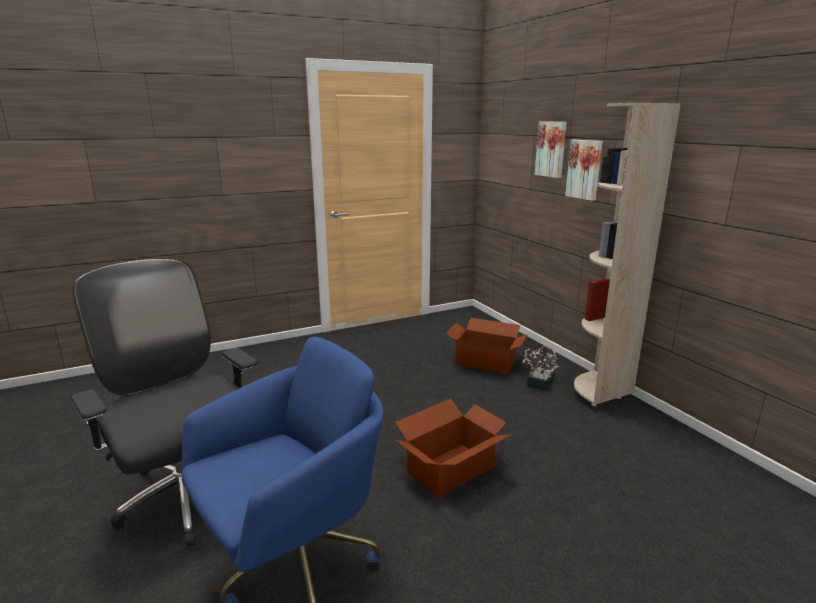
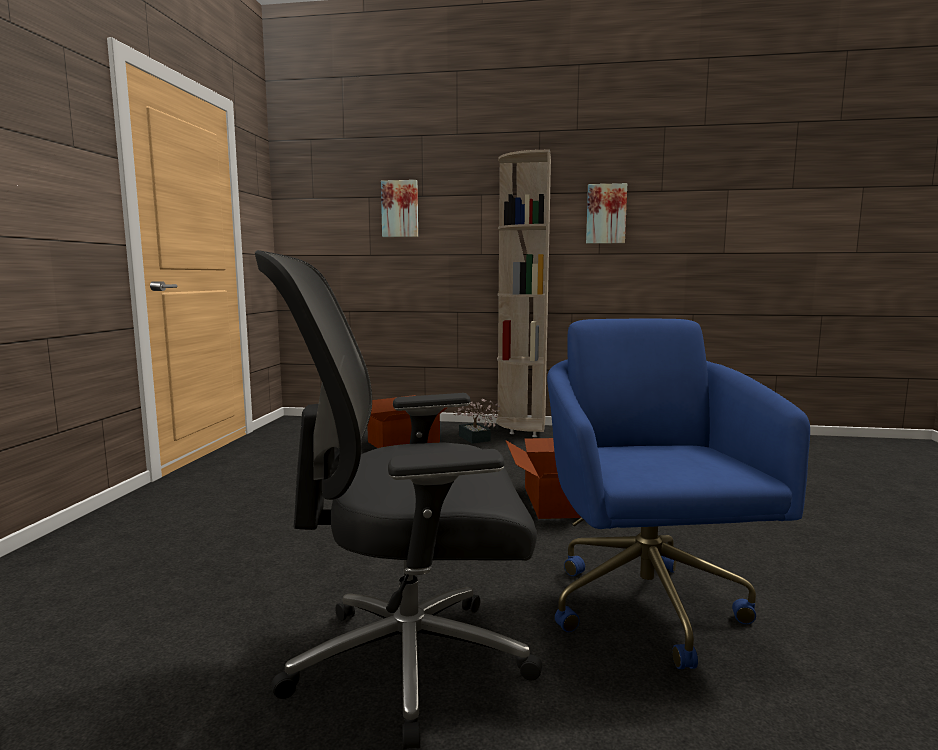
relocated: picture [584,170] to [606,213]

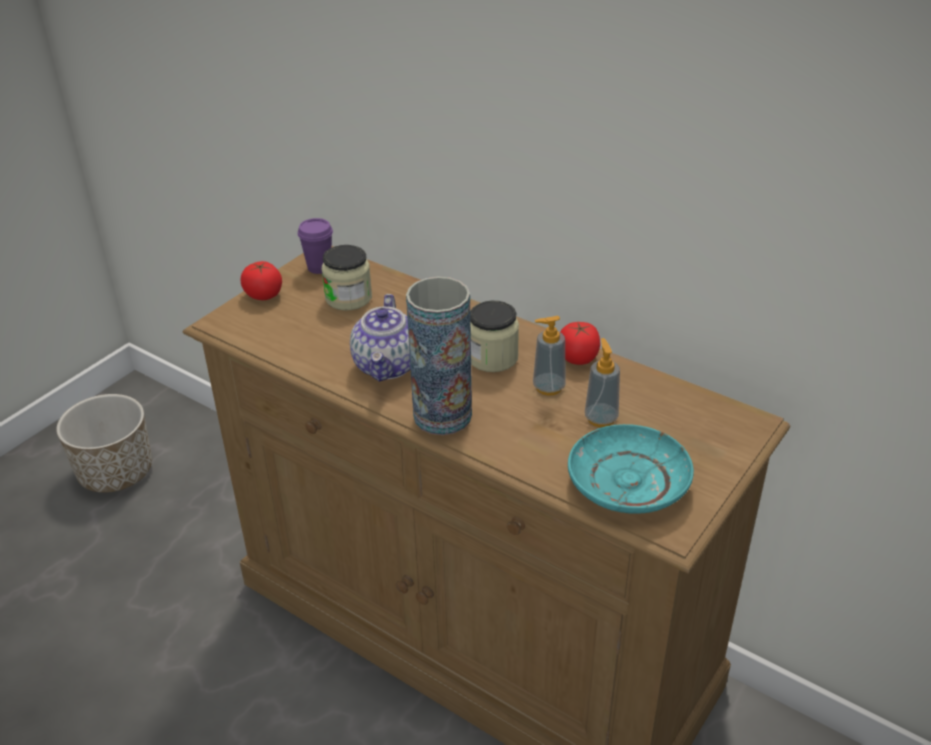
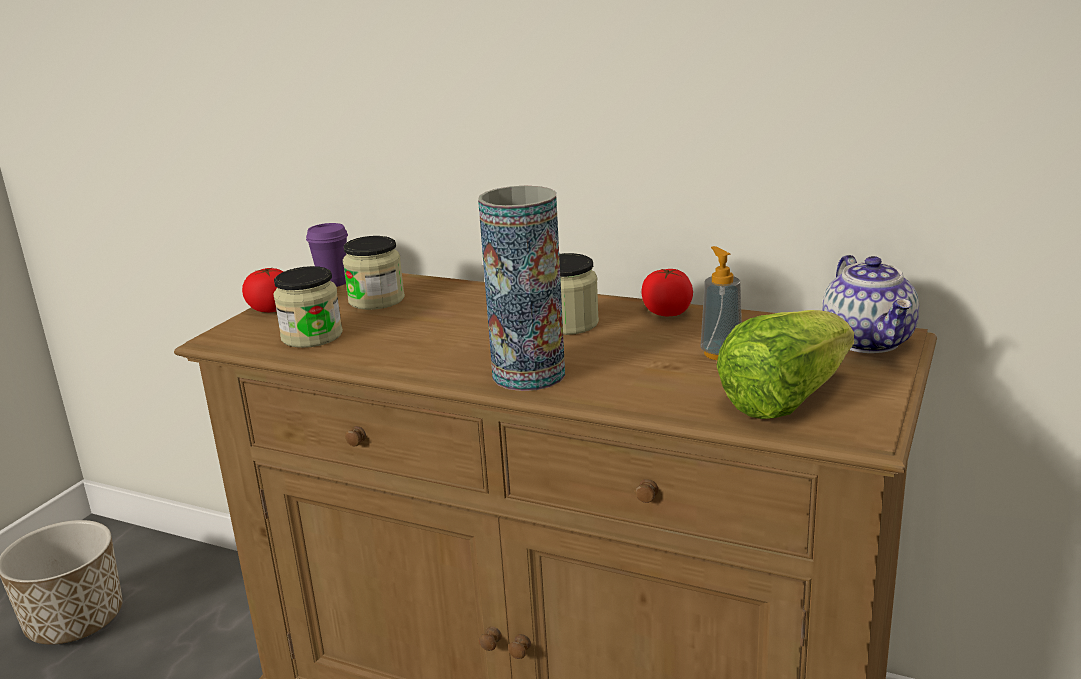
missing: soap dispenser [549,355]
appeared: jar [308,307]
relocated: teapot [380,338] to [870,304]
exchanged: turquoise plate [631,469] to lettuce [785,364]

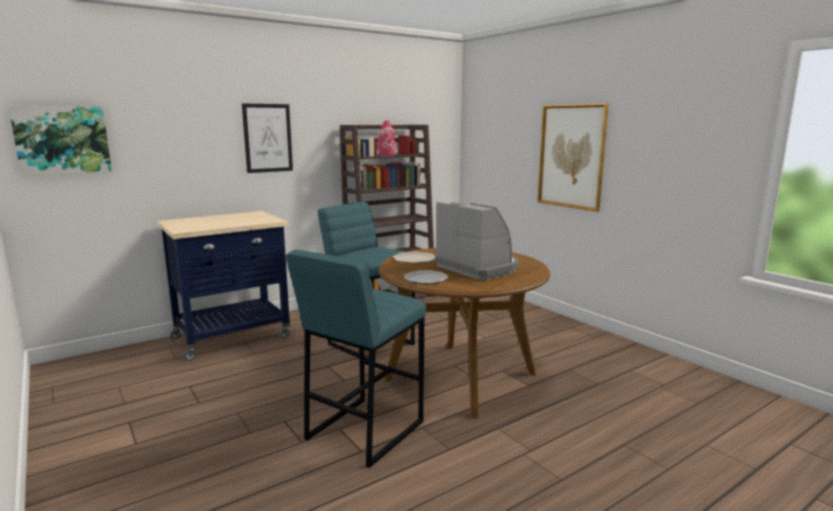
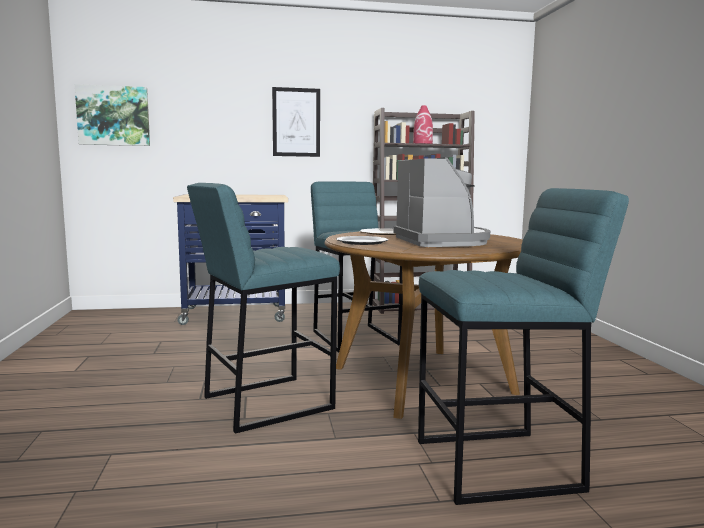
missing: picture [573,157]
appeared: turquoise stool [523,346]

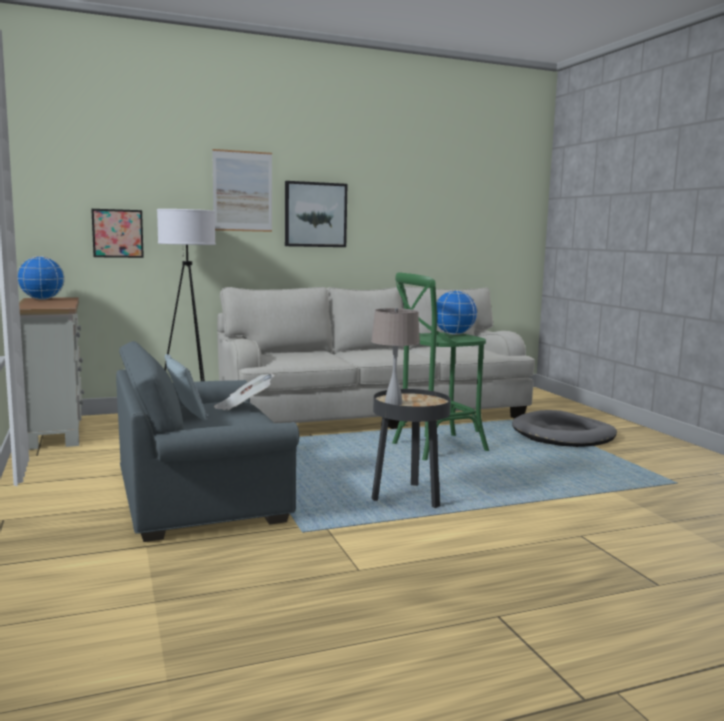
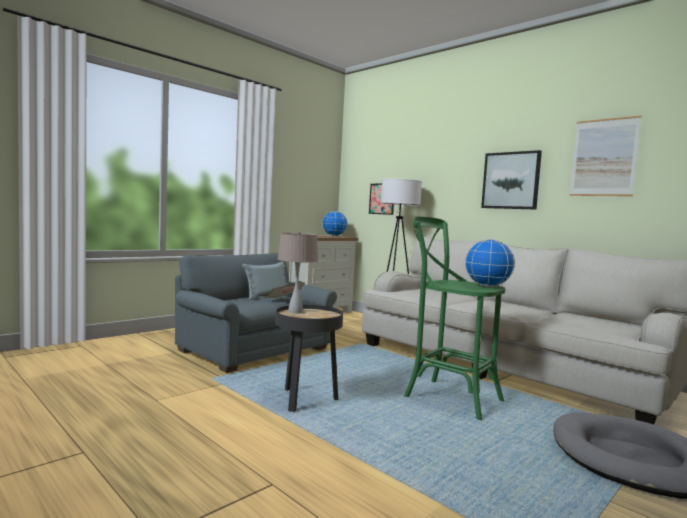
relocated: picture [242,190] to [605,156]

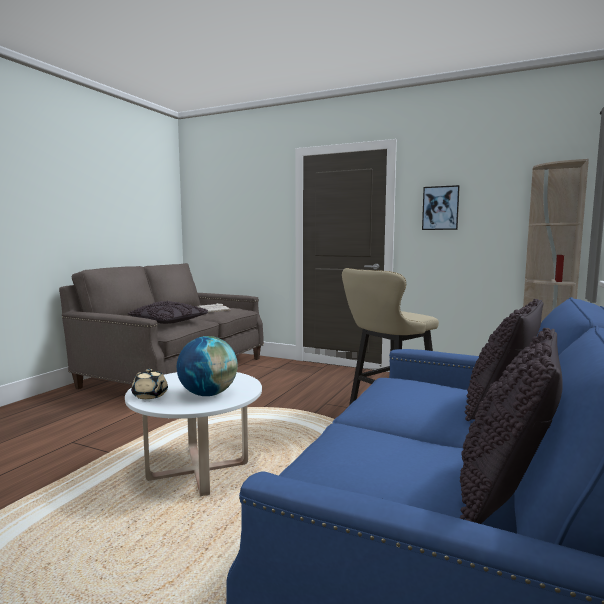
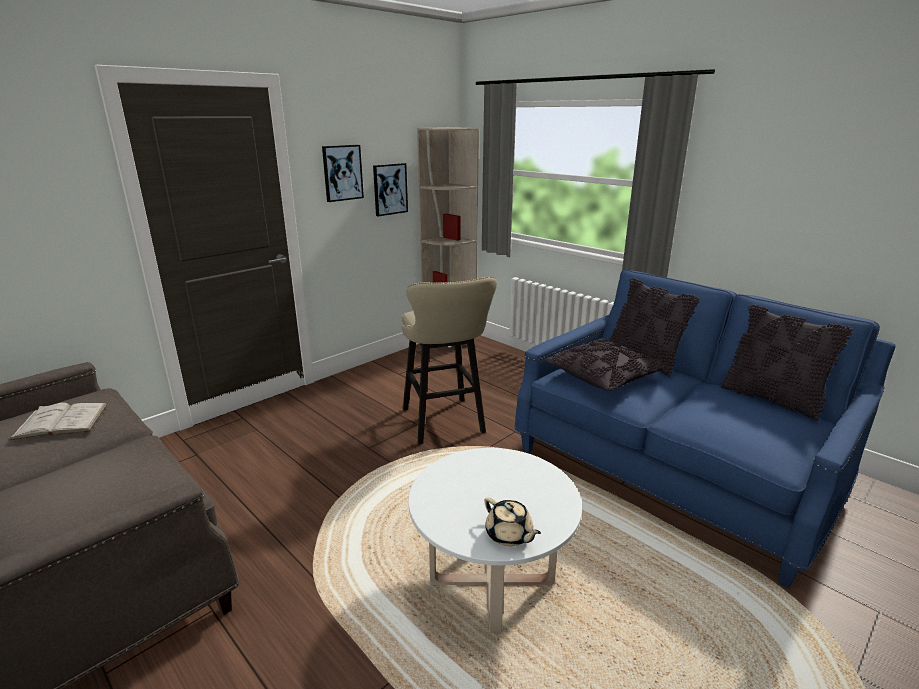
missing: globe [207,366]
appeared: picture [390,189]
relocated: black pillow [168,312] to [605,364]
spun: beige teapot [149,384] = [512,521] 75 degrees clockwise

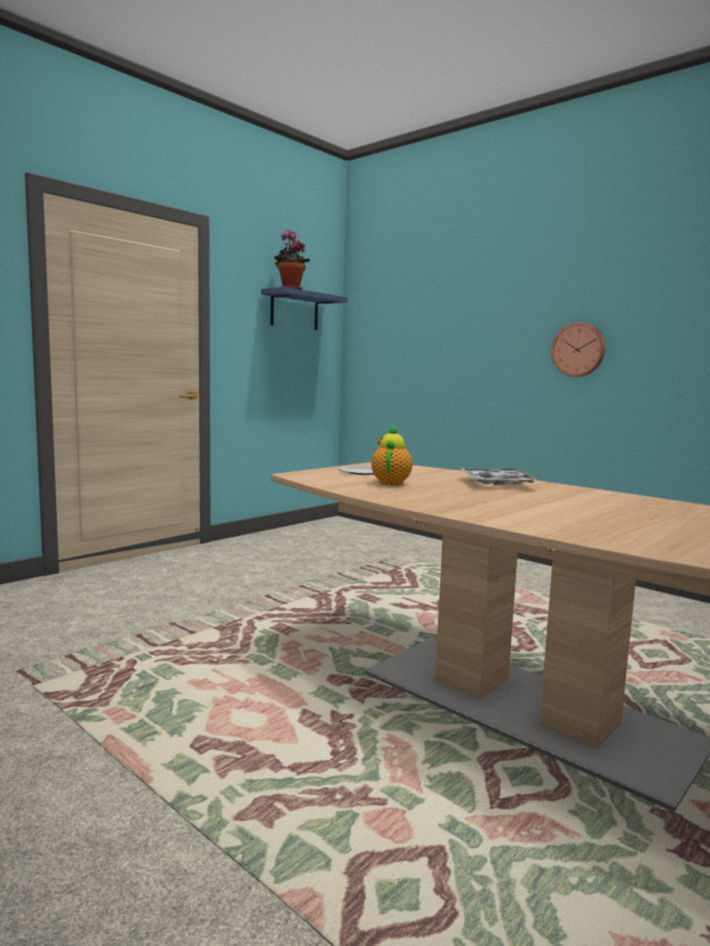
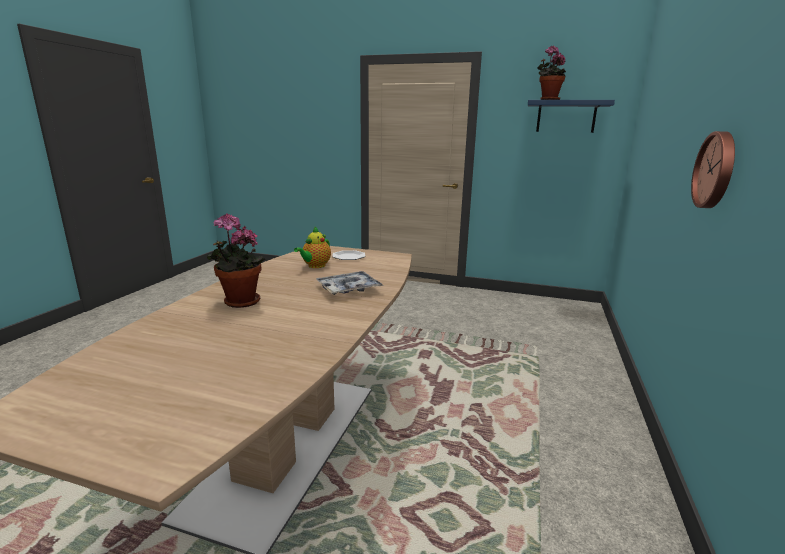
appeared: potted plant [236,260]
spun: teapot [392,455] = [312,247] 135 degrees clockwise

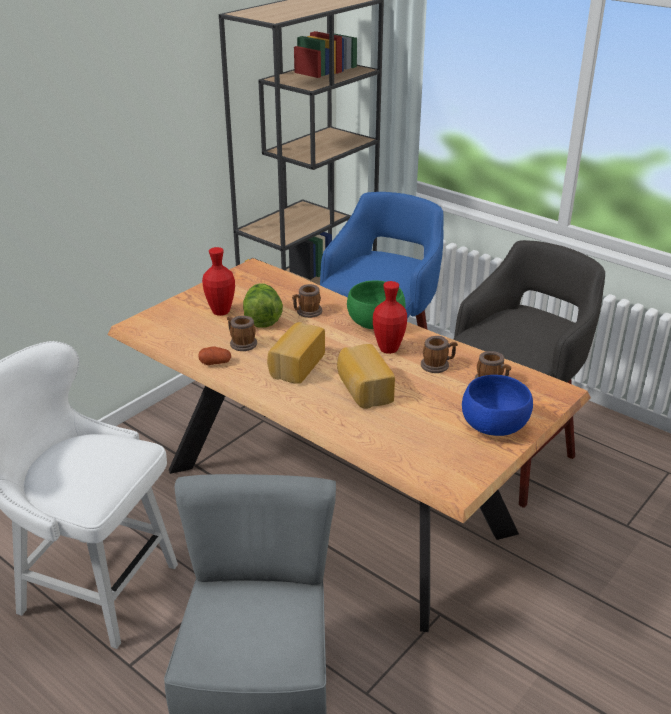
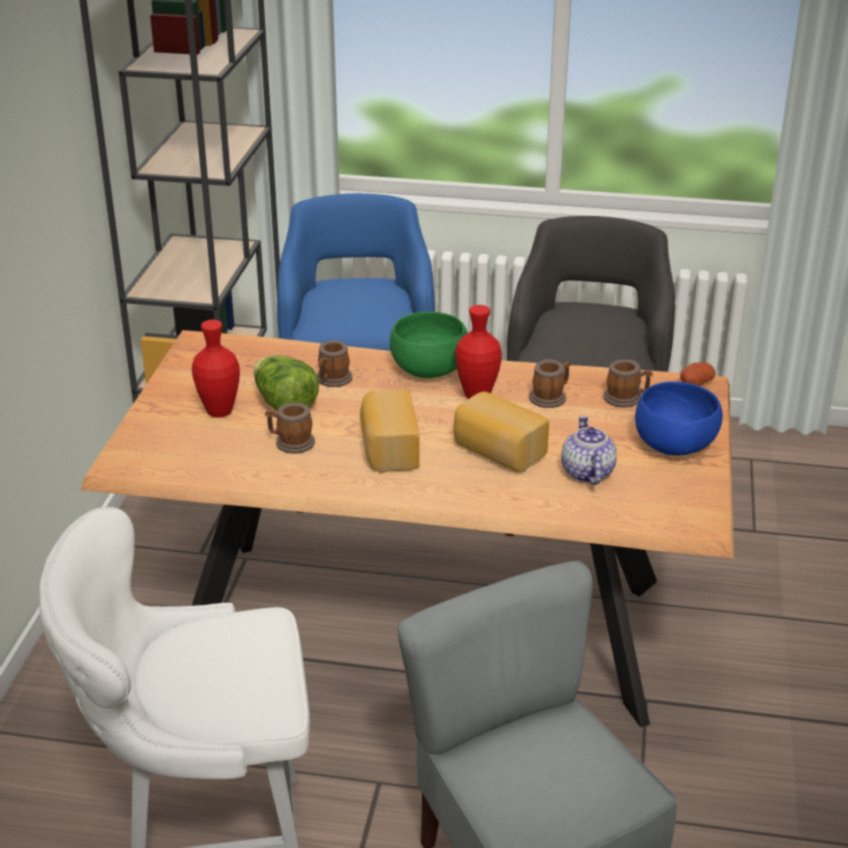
appeared: teapot [589,450]
relocated: potato [214,355] to [697,374]

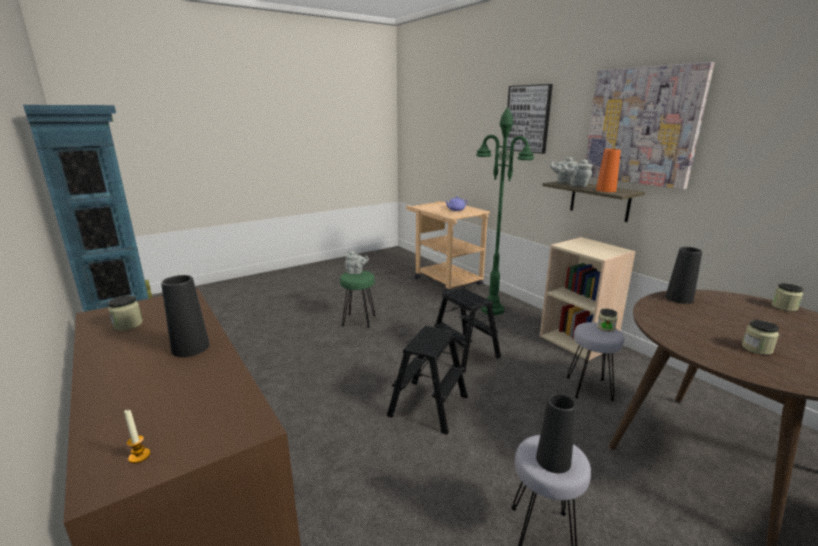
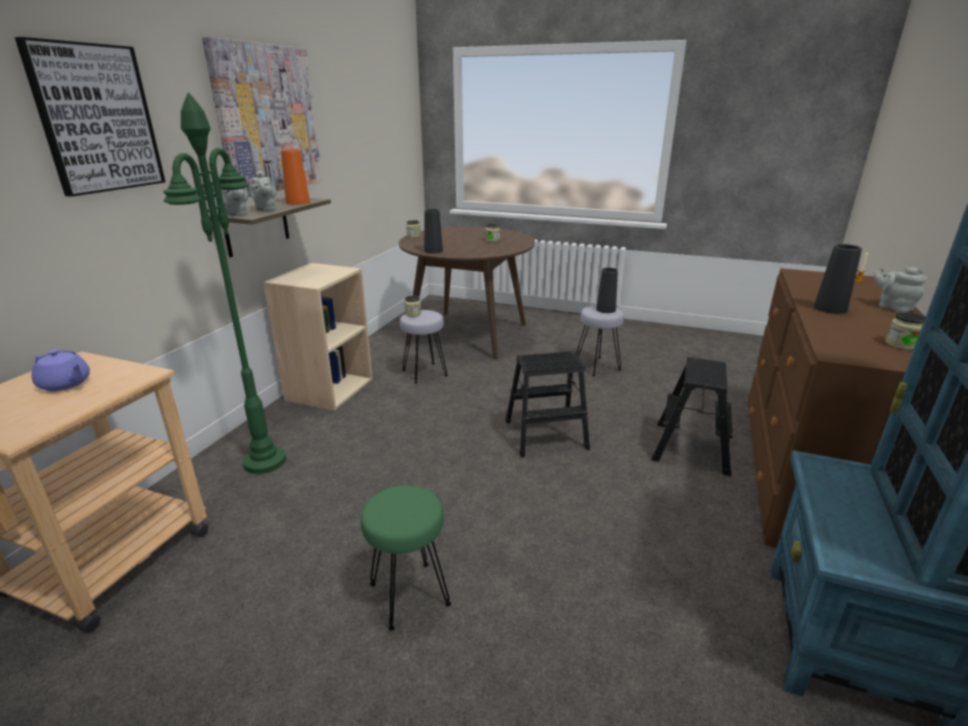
relocated: grey teapot [357,262] to [900,289]; black step ladder [467,330] to [692,416]

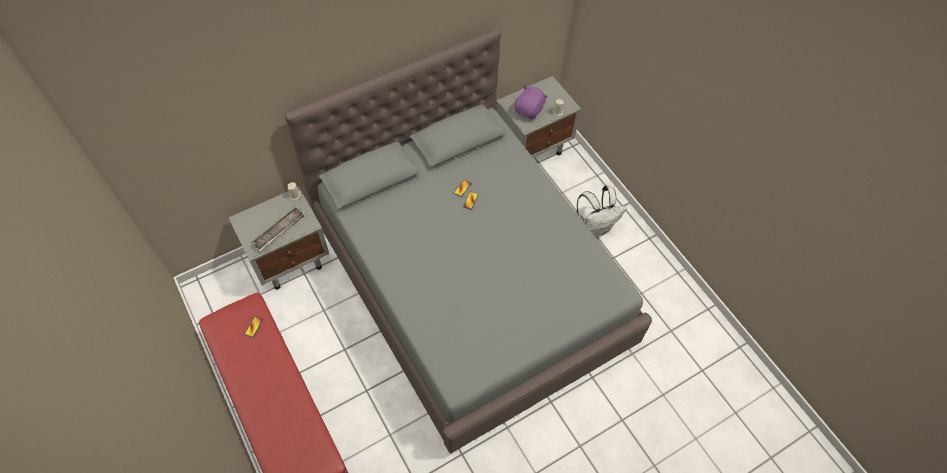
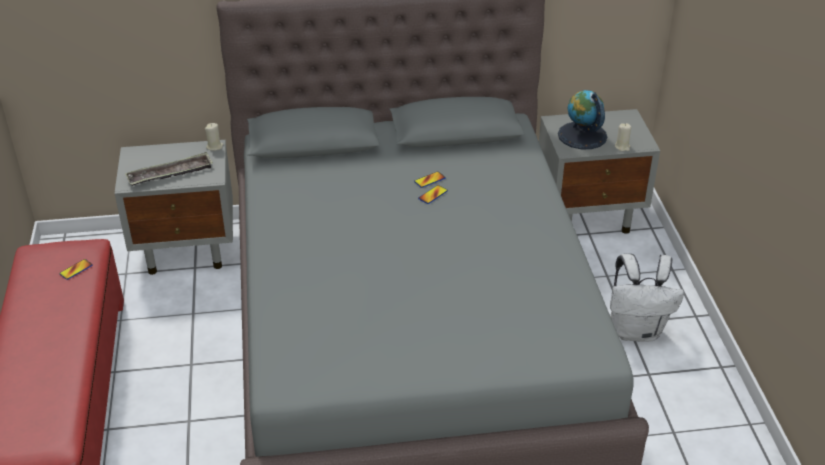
exchanged: purple plush toy [531,102] to globe [582,119]

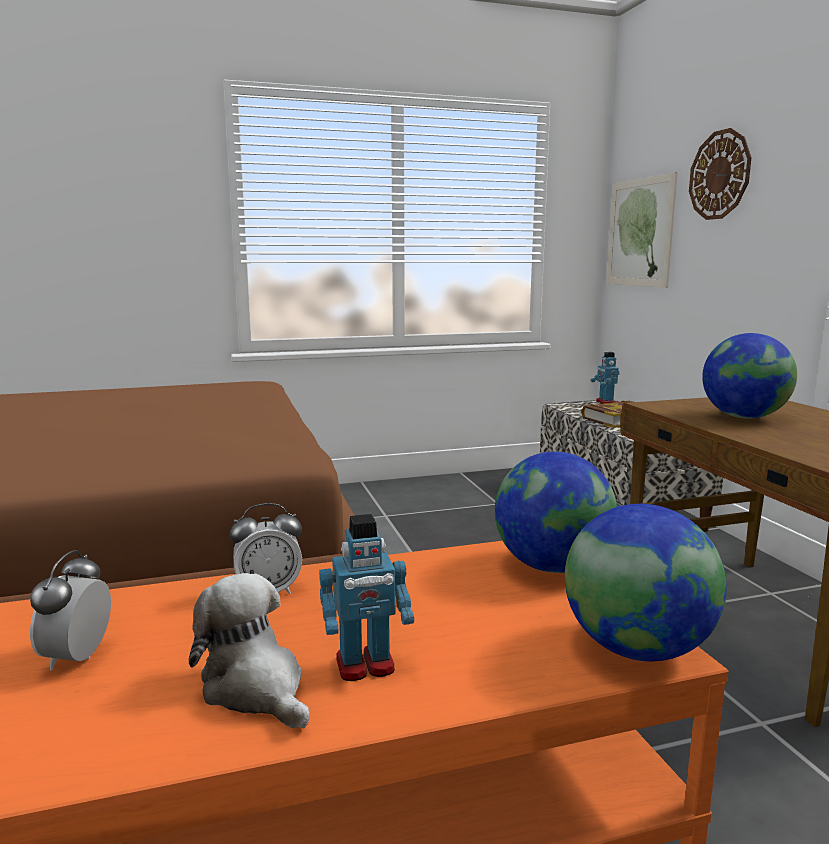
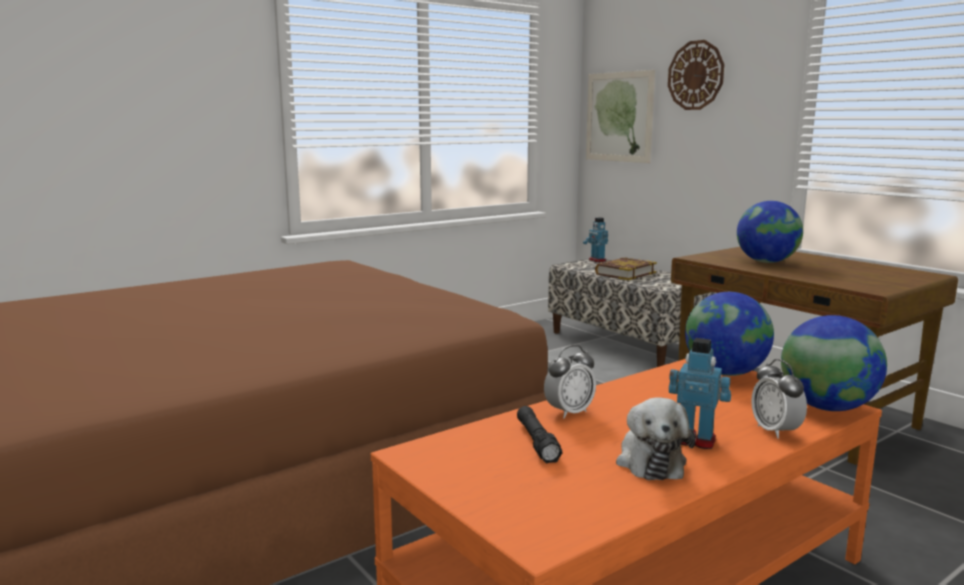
appeared: black flashlight [540,434]
relocated: alarm clock [70,610] to [779,399]
spun: plush toy [249,651] = [655,438] 120 degrees counterclockwise; toy robot [366,597] = [700,393] 120 degrees counterclockwise

